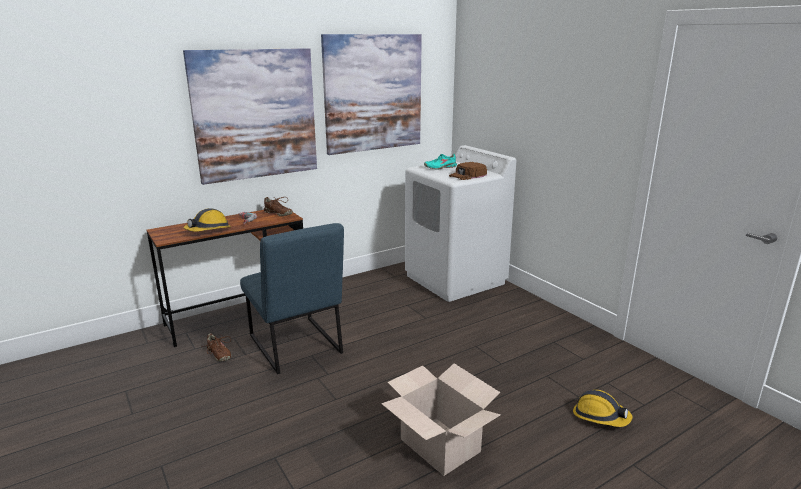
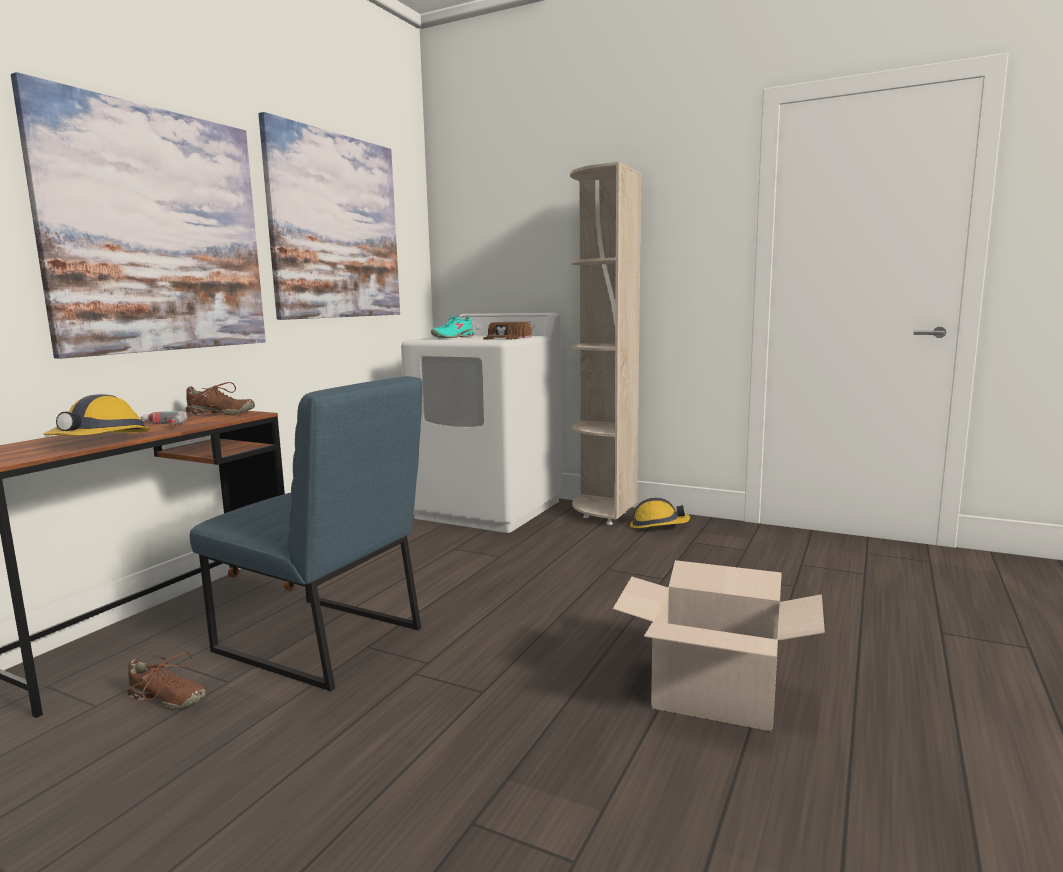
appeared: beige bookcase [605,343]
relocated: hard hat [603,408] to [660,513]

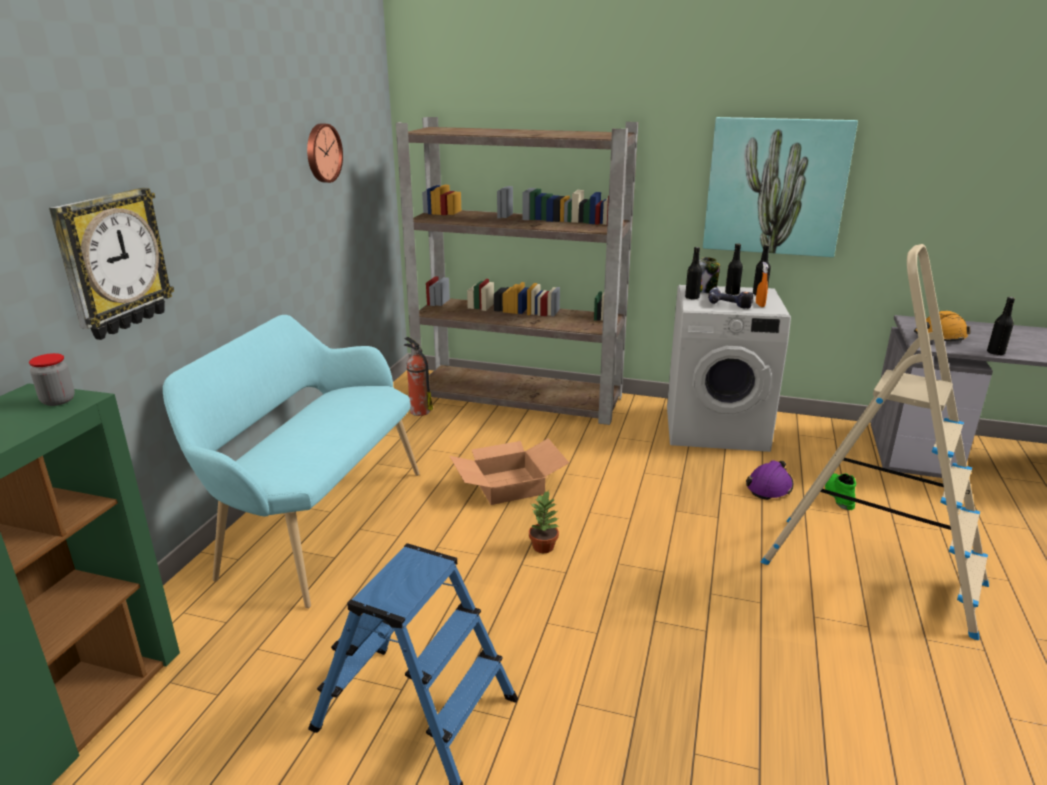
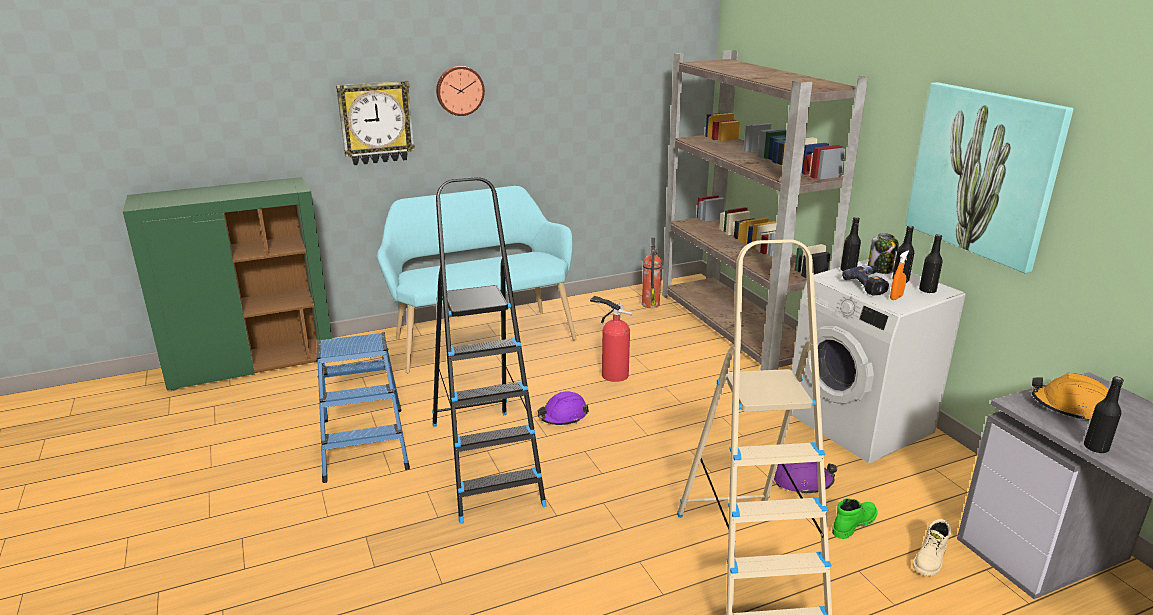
missing: jar [52,379]
appeared: black step ladder [489,350]; beige boot [932,547]
relocated: wall clock [325,153] to [460,91]
exchanged: cardboard box [509,471] to fire extinguisher [611,339]; potted plant [544,522] to purple hard hat [563,408]

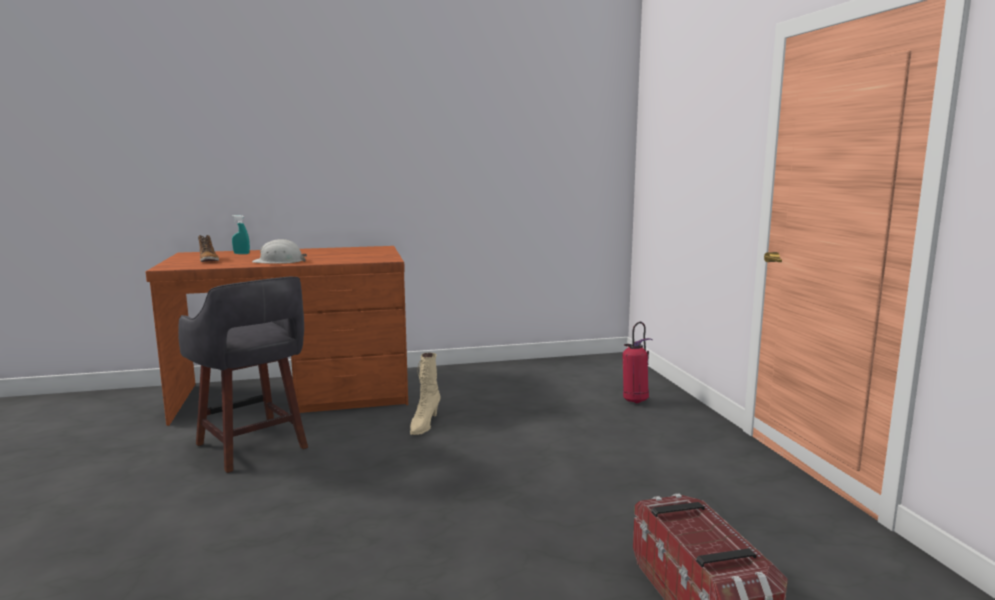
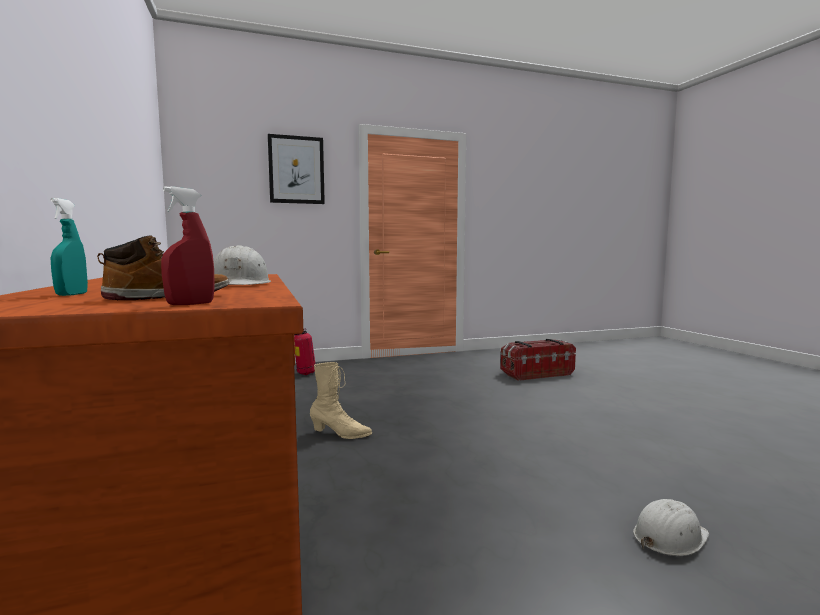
missing: grey stool [243,375]
appeared: red spray bottle [187,245]; picture [296,169]; white hard hat [671,527]

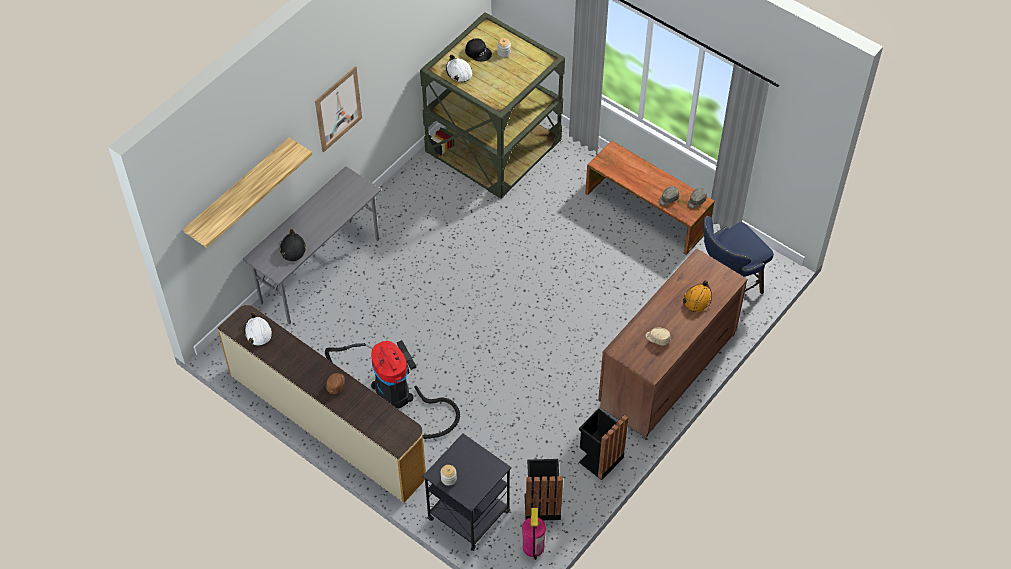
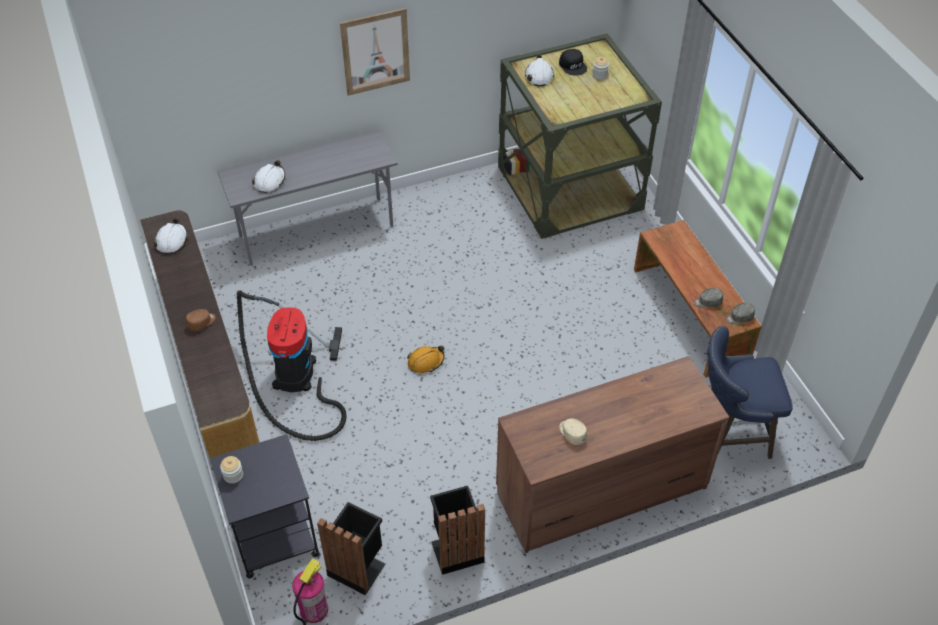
missing: shelf [247,192]
relocated: orange hard hat [697,296] to [426,359]
colour: black hard hat [293,245] to white hard hat [268,176]

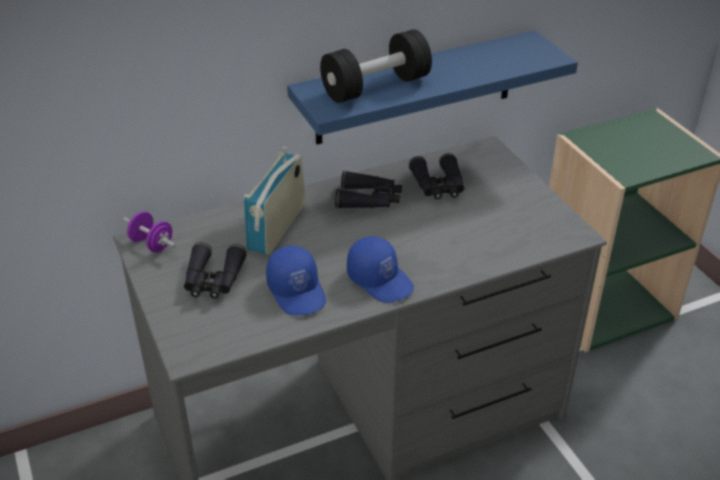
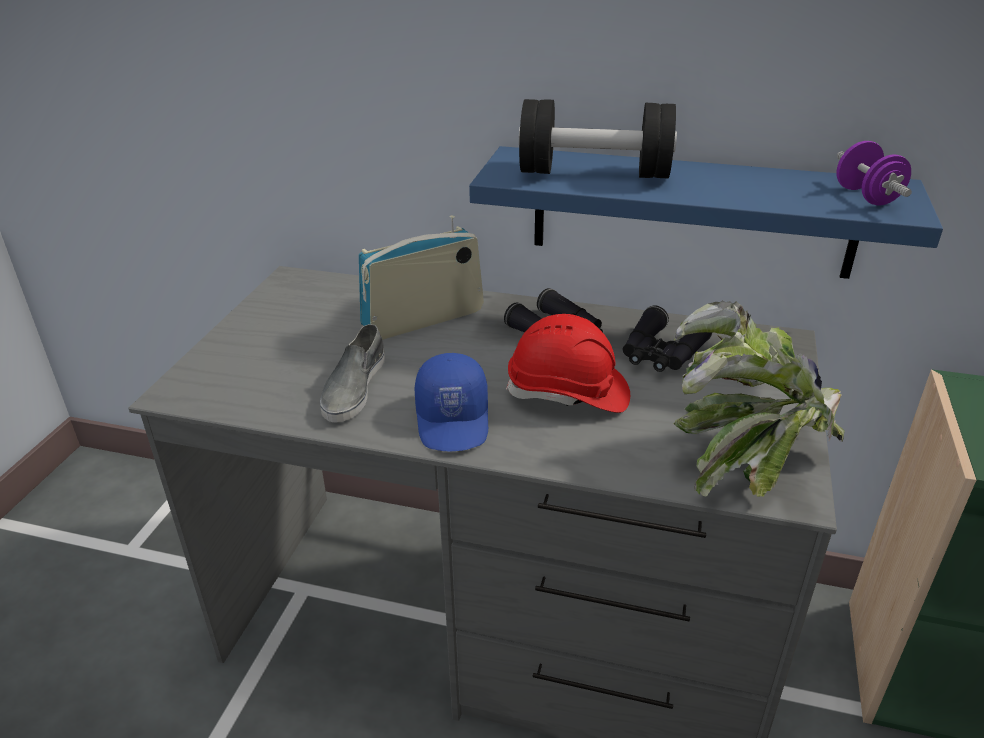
missing: black binoculars [215,270]
appeared: red hard hat [568,363]; potted plant [759,398]
relocated: purple dumbbell [149,231] to [874,173]
exchanged: blue cap [296,281] to grey shoe [352,373]

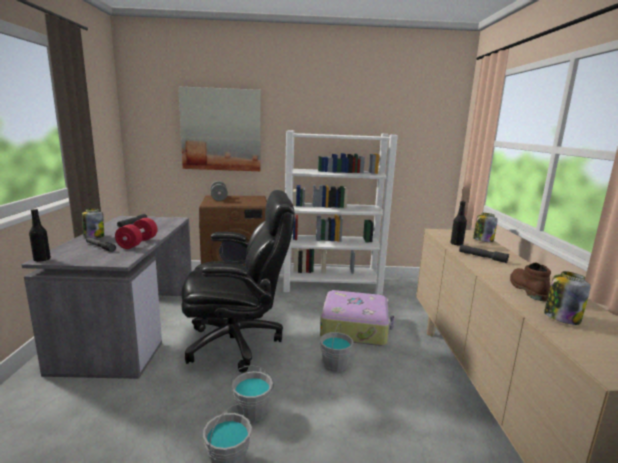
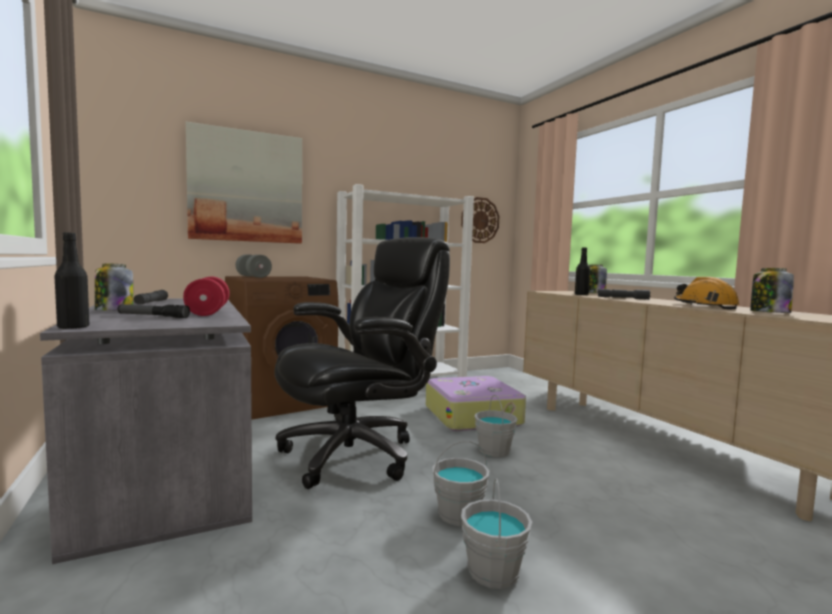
appeared: wall clock [480,220]
exchanged: brown boot [530,282] to orange hard hat [707,293]

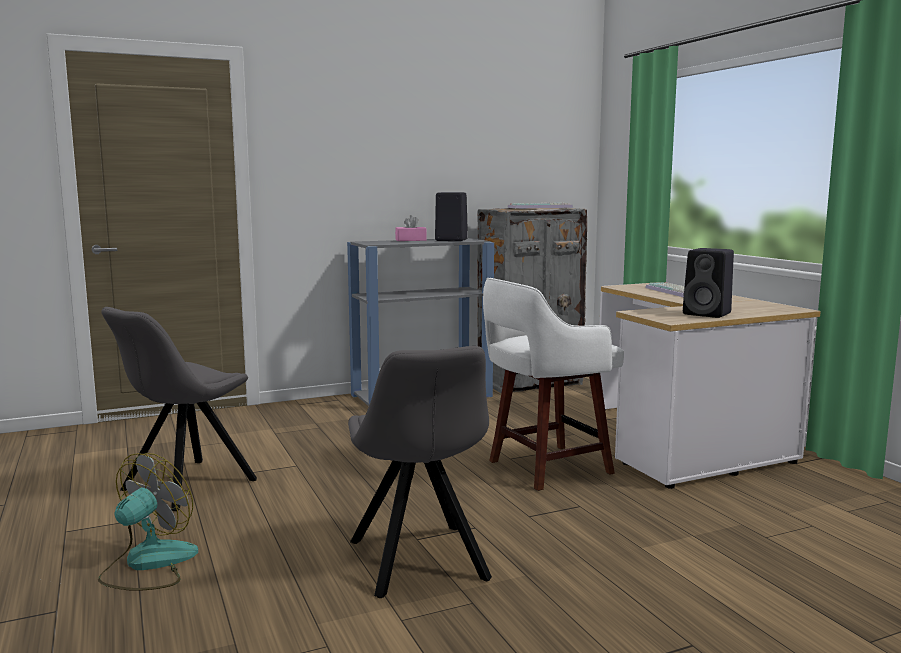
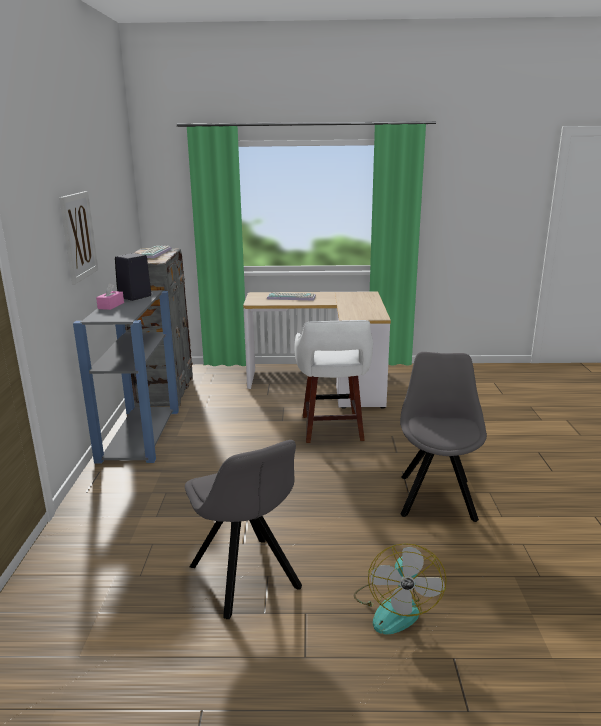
missing: black speaker [708,283]
appeared: picture [78,237]
spun: fan [148,522] = [400,589] 135 degrees counterclockwise; grey chair [420,472] = [443,437] 90 degrees counterclockwise

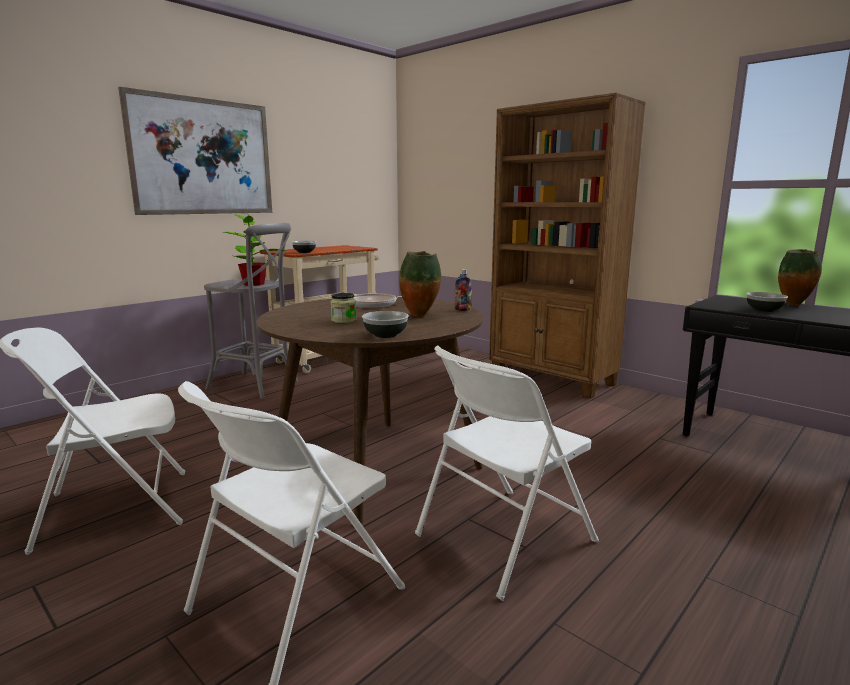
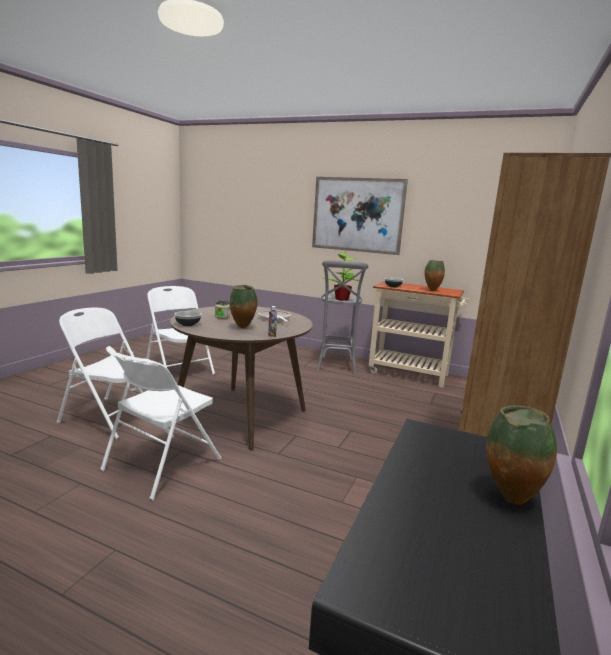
missing: bowl [767,302]
appeared: vase [434,275]
spun: white chair [507,473] = [161,423] 90 degrees counterclockwise

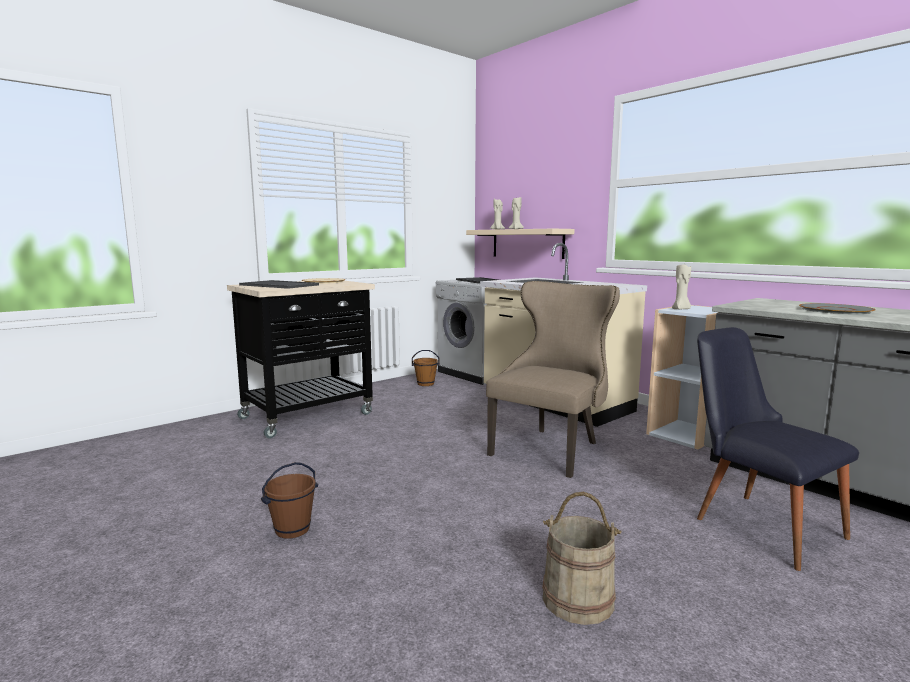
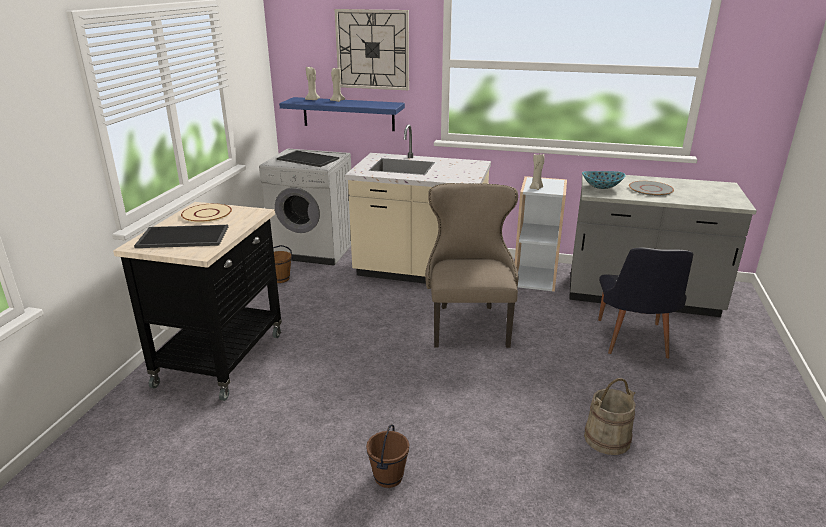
appeared: wall clock [371,49]; bowl [604,180]
colour: beige shelf [520,244] to blue shelf [342,114]
spun: black chair [778,449] = [645,303] 105 degrees counterclockwise

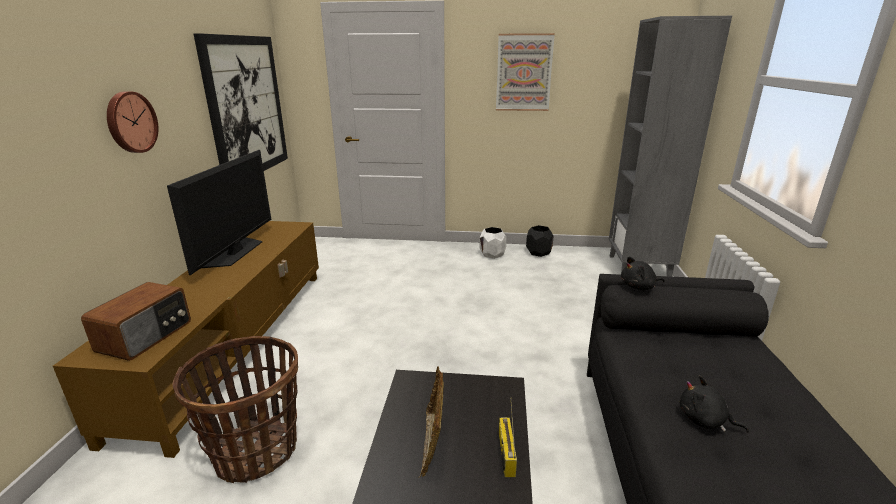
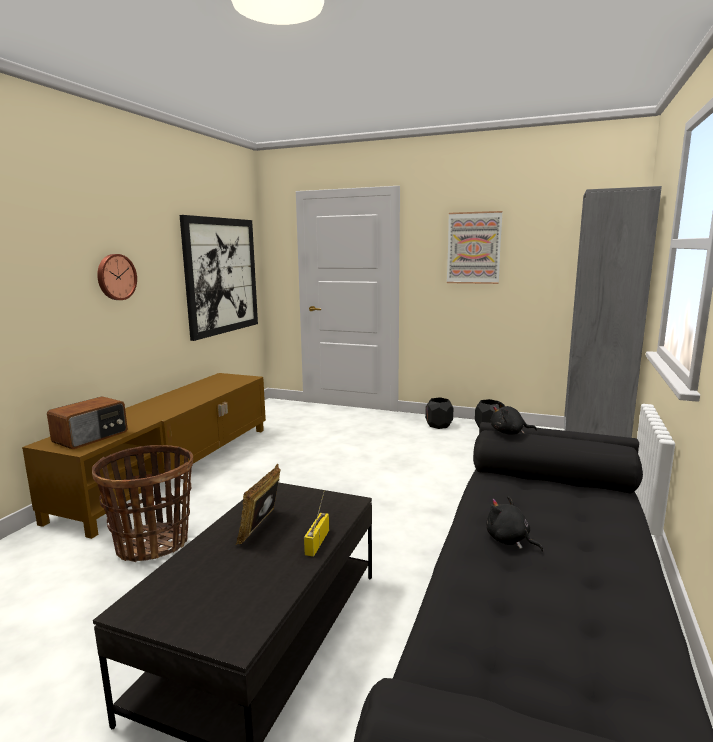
missing: television [219,212]
colour: white planter [493,243] to black planter [439,413]

